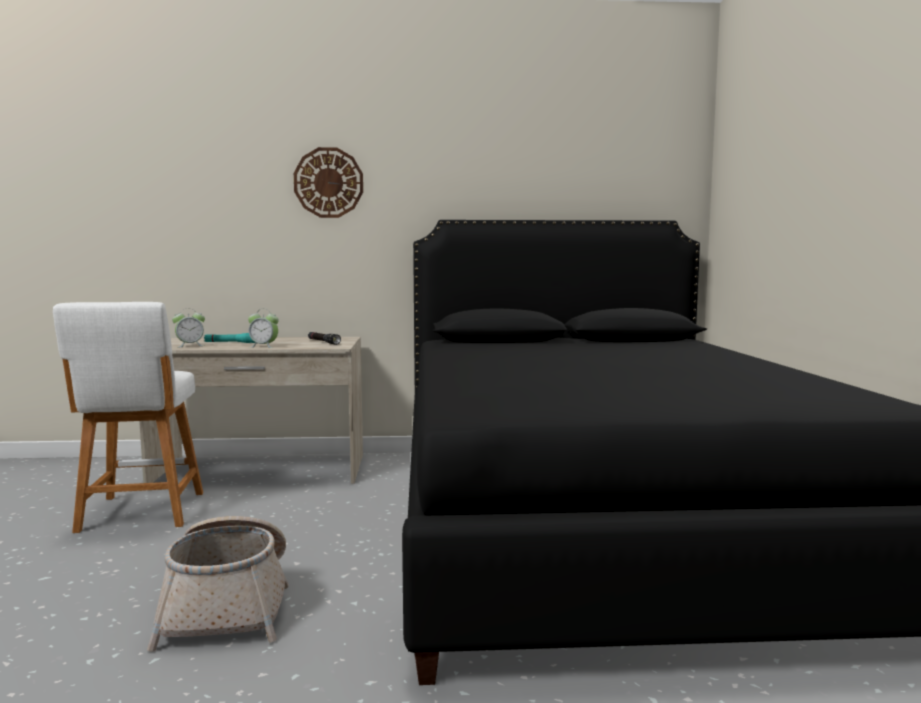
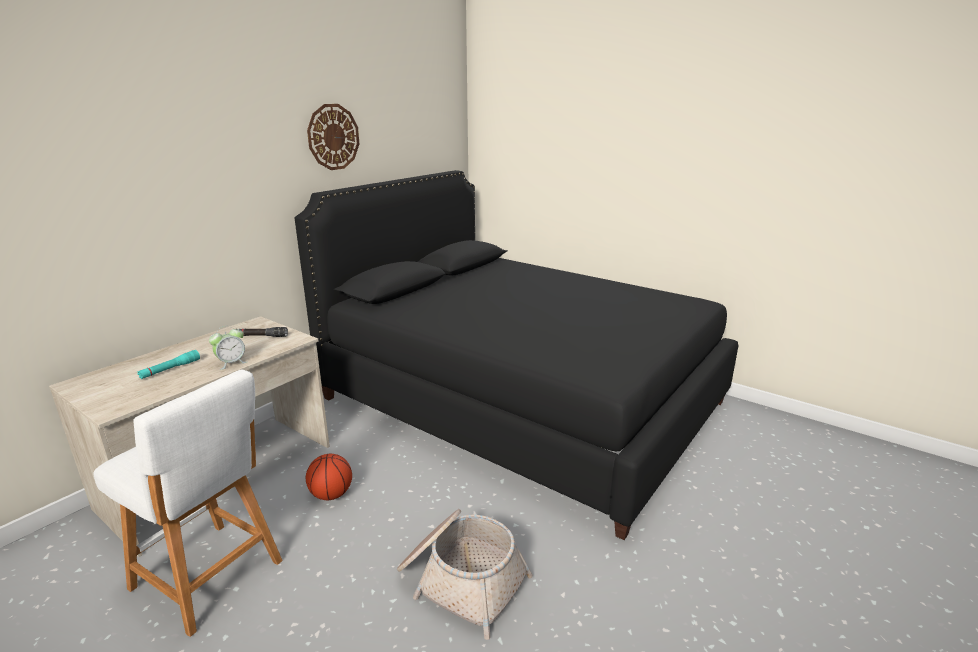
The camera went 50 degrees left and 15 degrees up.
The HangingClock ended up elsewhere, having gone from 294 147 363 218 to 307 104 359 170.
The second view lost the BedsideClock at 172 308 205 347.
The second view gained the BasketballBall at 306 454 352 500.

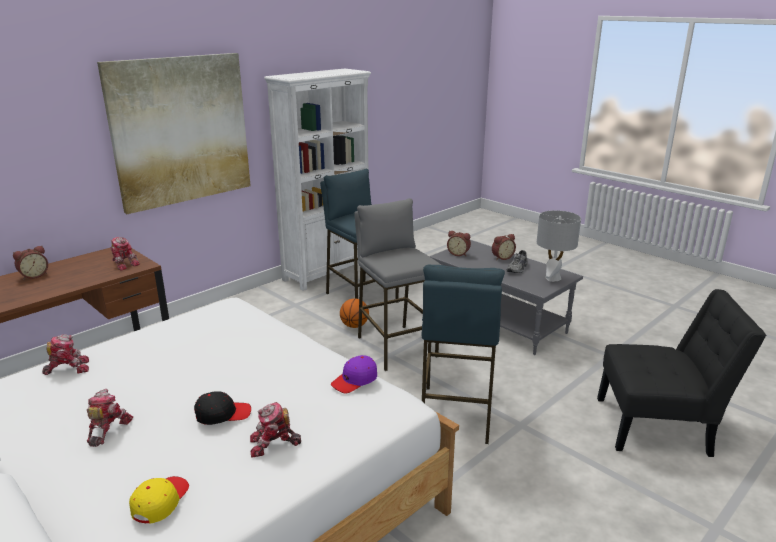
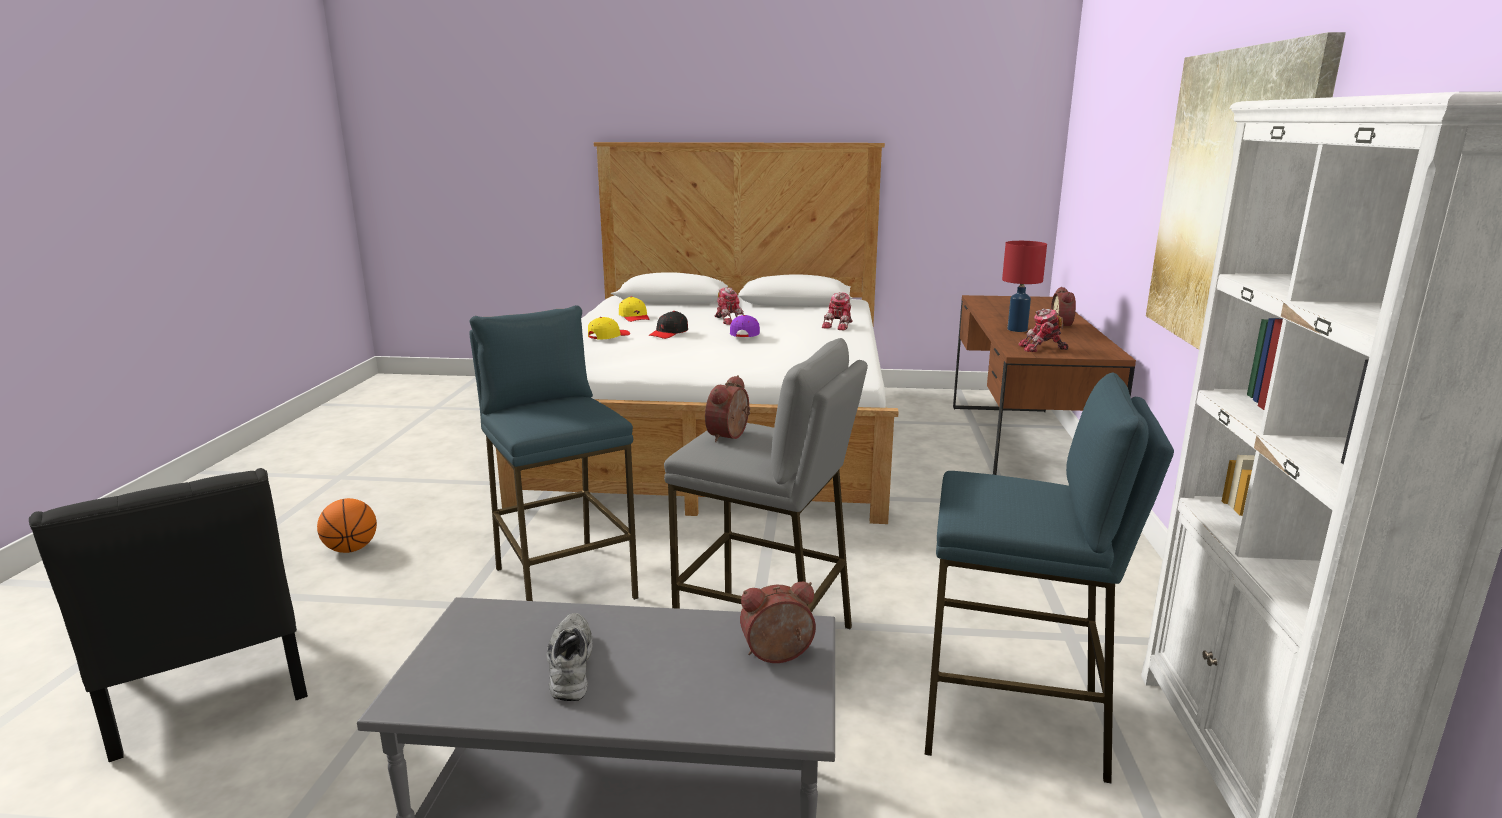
The camera went 140 degrees right and 5 degrees down.
The second view lost the GreyLampForATable at 537 210 581 282.
The BedsideClock ended up elsewhere, having gone from 492 234 516 260 to 705 375 750 442.
The BlackishPlainChair at 597 289 766 457 ended up facing another way, 90 degrees counterclockwise from before.
The BasketballBall ended up elsewhere, having gone from 340 299 369 328 to 317 498 377 553.
The PurpleColouredBaseballCap ended up elsewhere, having gone from 331 355 377 394 to 730 315 760 337.
Where the ToyRobot stood at 250 402 301 457, the YellowishBaseballCap came to stand at 588 317 630 339.
The second view gained the RedColouredLampForATable at 1002 241 1047 332.

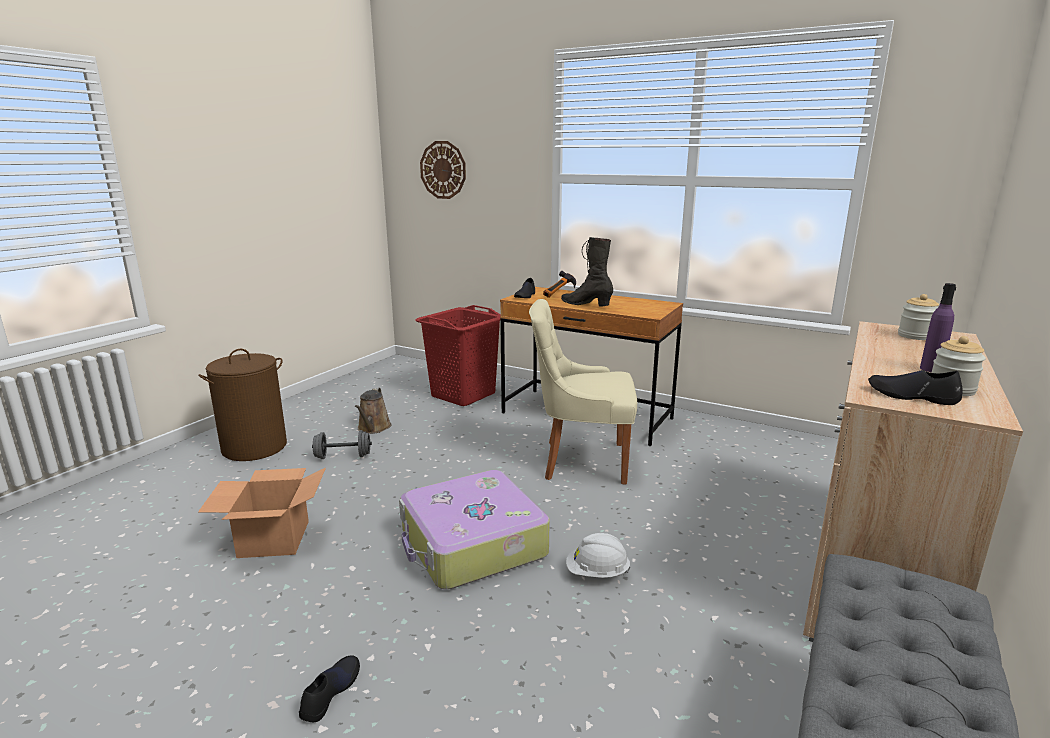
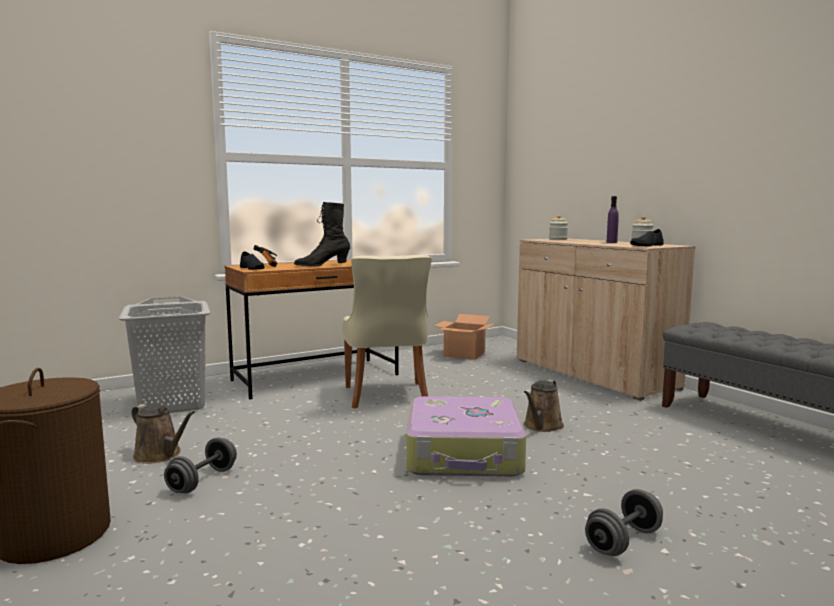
The camera went 60 degrees left and 10 degrees down.
The second view lost the HangingClock at 420 141 466 199.
The SandColouredPlainChair at 529 299 637 484 ended up facing another way, 45 degrees counterclockwise from before.
What was the RedColouredWashingBasket at 416 305 501 406 turned into the GreyWashingBasket at 119 297 210 413.
The Carton ended up elsewhere, having gone from 198 467 326 558 to 434 314 496 360.
Where the WhiteWorkHelmet stood at 566 533 631 578, the BrownishWateringPot came to stand at 524 379 564 432.
Where the BlackishLowShoe stood at 299 655 360 722, the GreyHandWeight came to stand at 585 489 663 556.

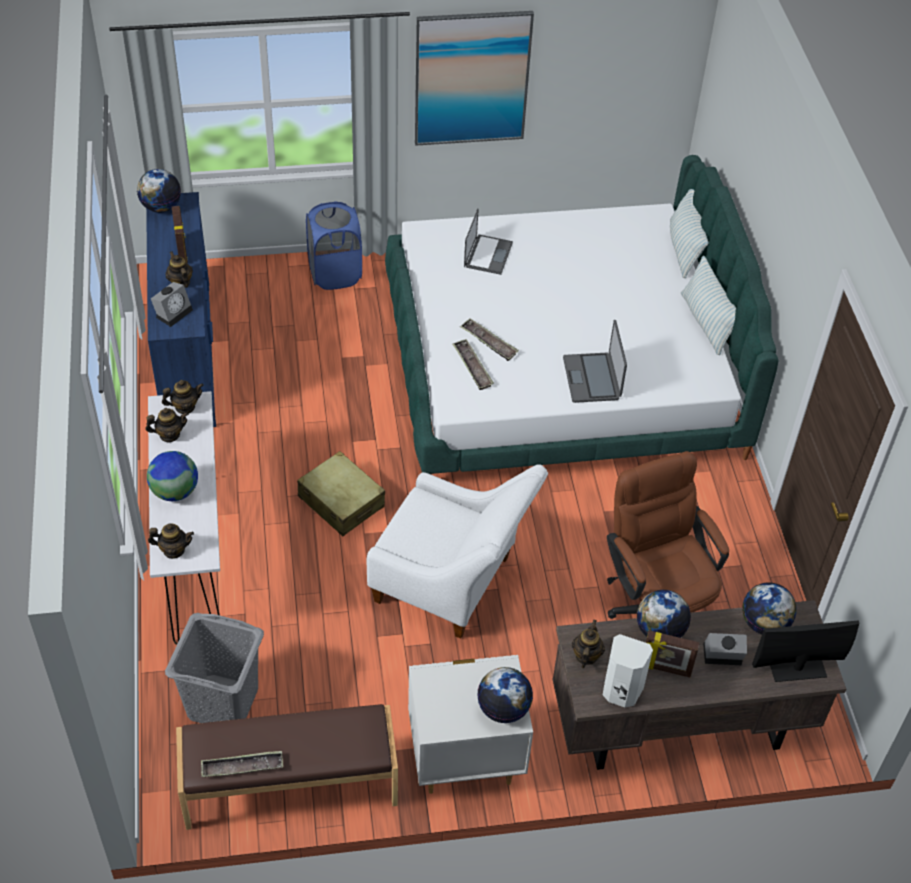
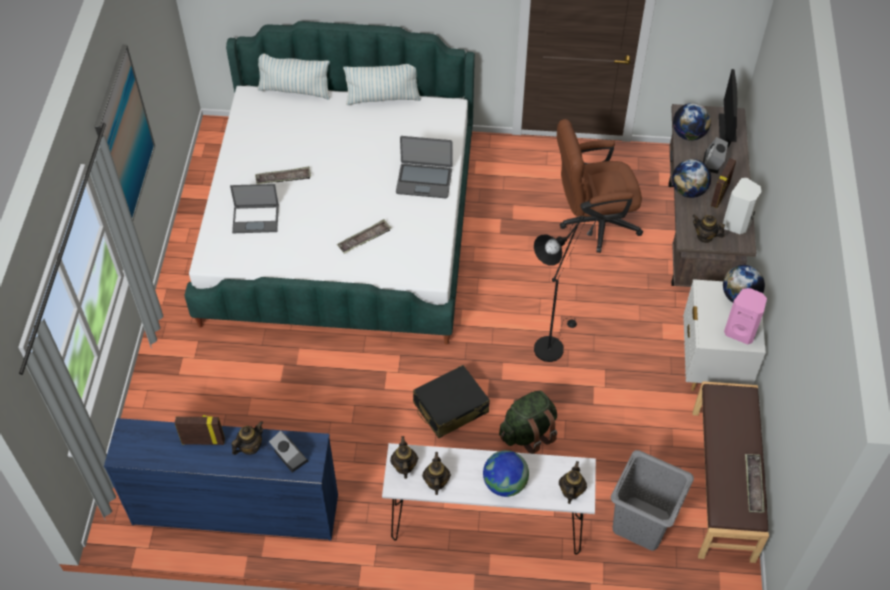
The camera went 75 degrees left and 5 degrees up.
The second view lost the Globe at 137 169 181 213.
The second view lost the BlueColouredWashingBasket at 306 201 362 290.
The NotebookComputer at 464 208 513 275 ended up facing another way, 150 degrees clockwise from before.
The PotForTea at 165 251 193 288 ended up facing another way, 150 degrees clockwise from before.
The CarryingTray ended up elsewhere, having gone from 452 339 494 390 to 255 166 311 184.
What was the SandColouredTravelCase at 297 451 385 536 turned into the BlackishTravelCase at 413 365 490 438.
Where the WhiteLoungeChair stood at 367 464 548 639, the BlackishFloorLamp came to stand at 534 216 584 362.
The second view gained the PinkAudioSpeaker at 724 288 767 345.
The second view gained the GreenBackpack at 499 390 557 454.

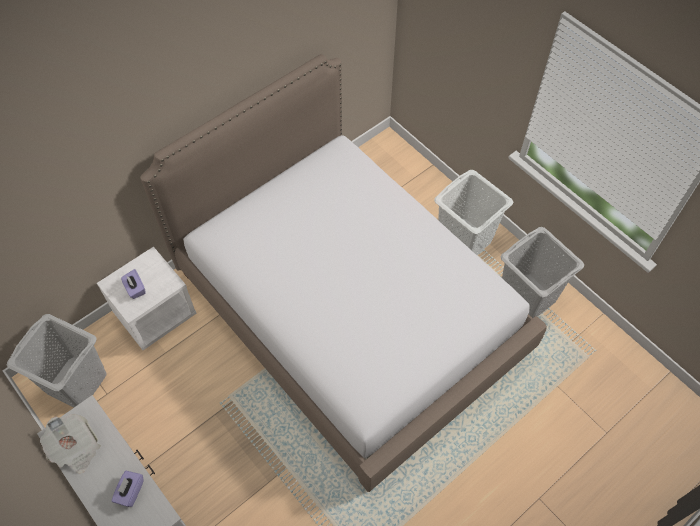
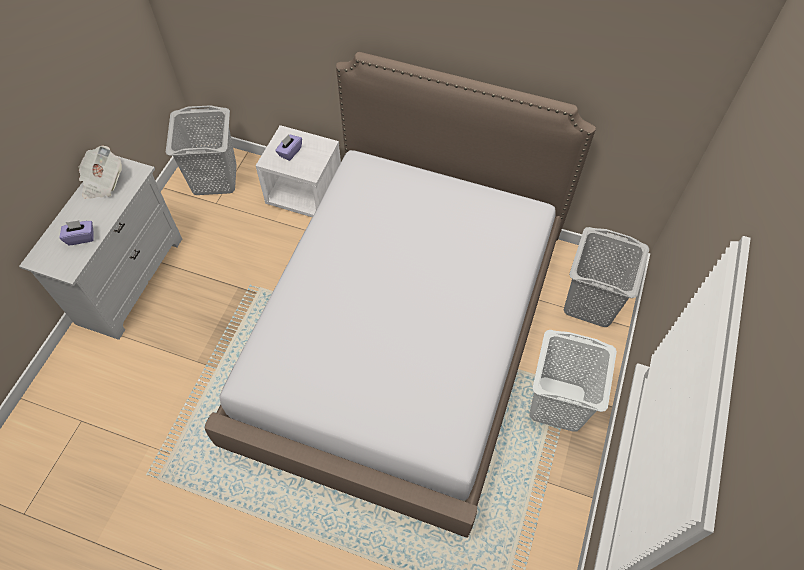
The camera went 60 degrees right and 0 degrees up.
The GreyWashingBasket ended up elsewhere, having gone from 501 227 584 318 to 564 227 649 327.

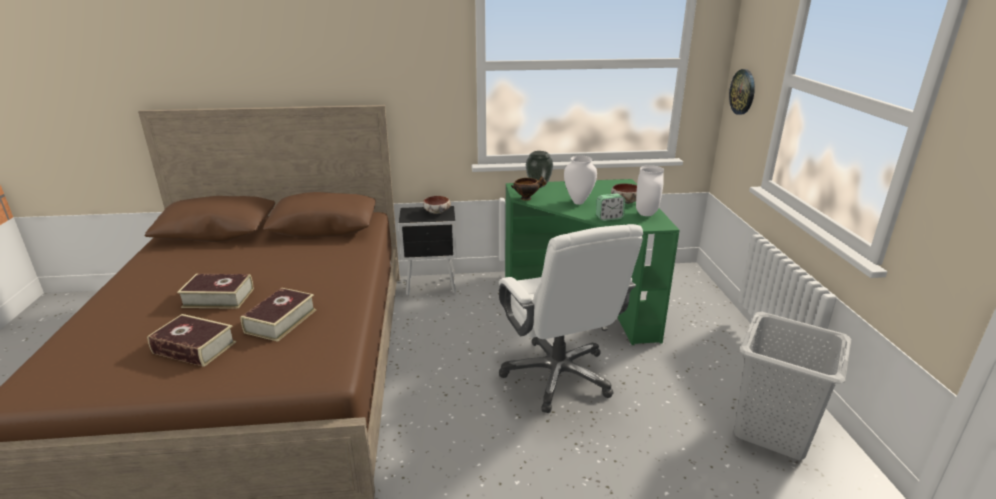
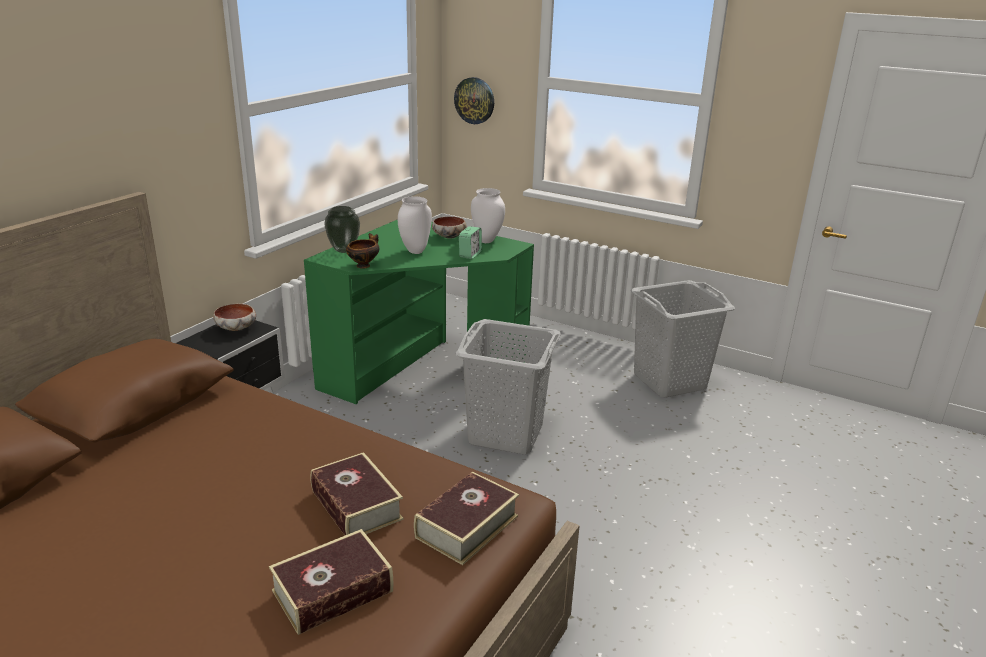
The camera went 55 degrees left and 0 degrees up.
Where the WhiteDeskChair stood at 499 224 643 413, the GreyWashingBasket came to stand at 456 319 561 455.
The BoundBook ended up elsewhere, having gone from 177 274 254 309 to 414 471 519 565.

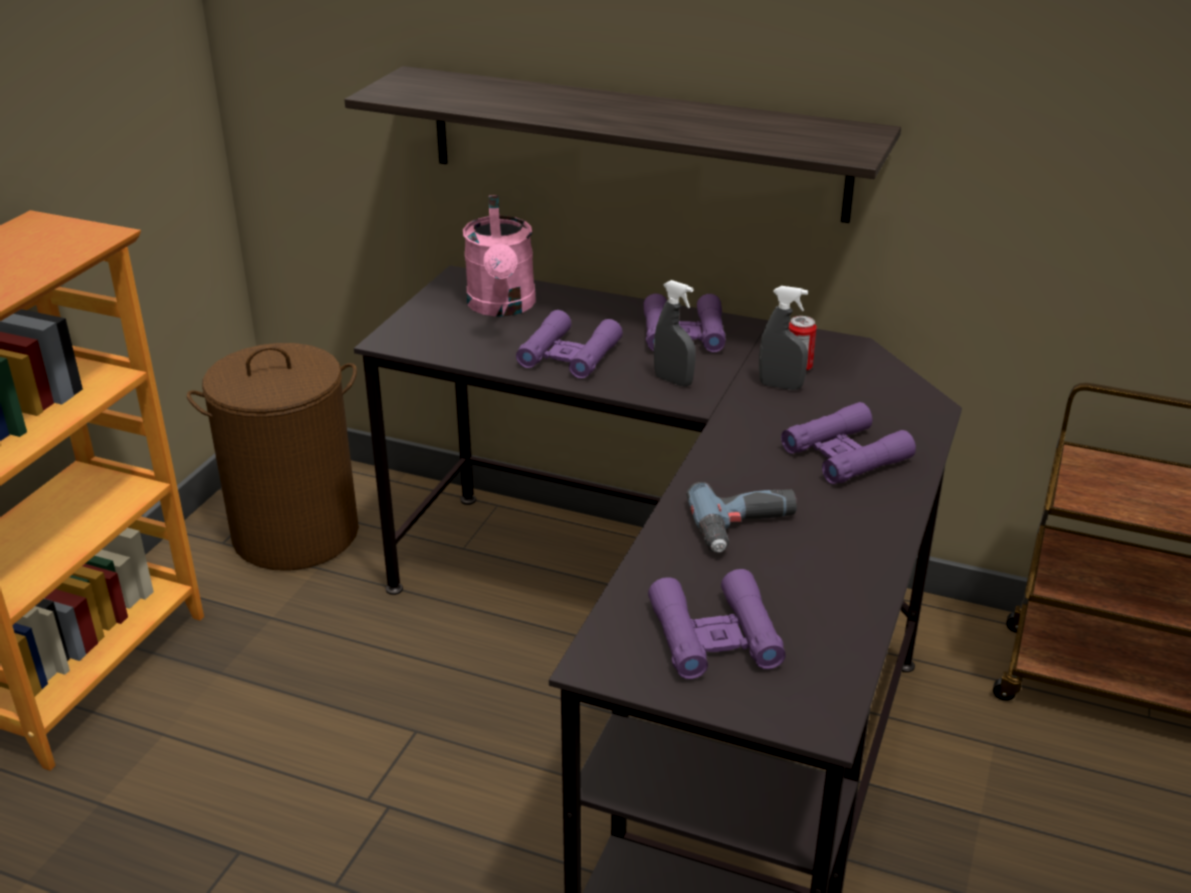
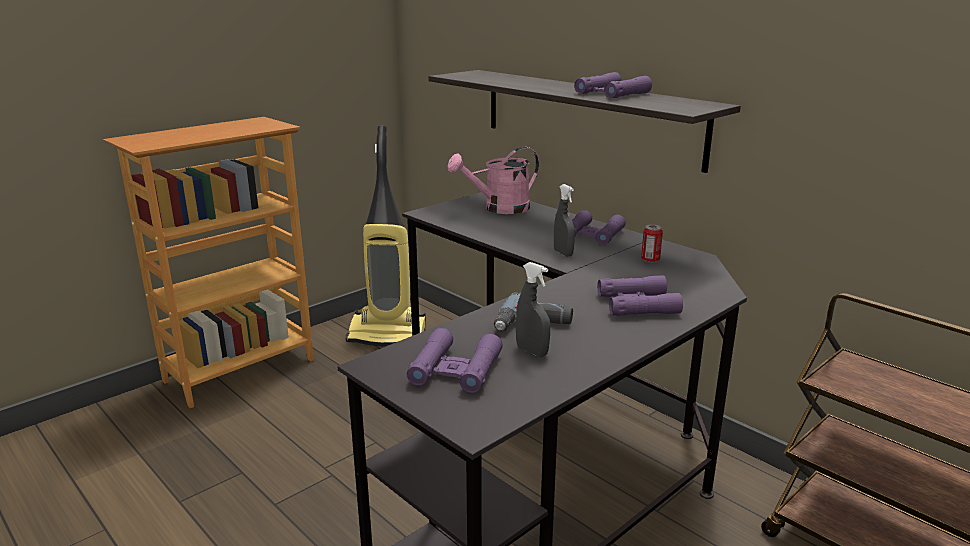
The camera went 25 degrees right and 10 degrees down.
The PinkWateringPot at 463 195 536 317 ended up facing another way, 45 degrees clockwise from before.
The GreySprayer ended up elsewhere, having gone from 759 286 808 390 to 516 262 550 357.
The PurpleColouredBinoculars ended up elsewhere, having gone from 516 310 623 379 to 574 72 652 98.
Where the BrownishWashingBasket stood at 187 343 359 571, the Vacuum came to stand at 345 125 426 347.

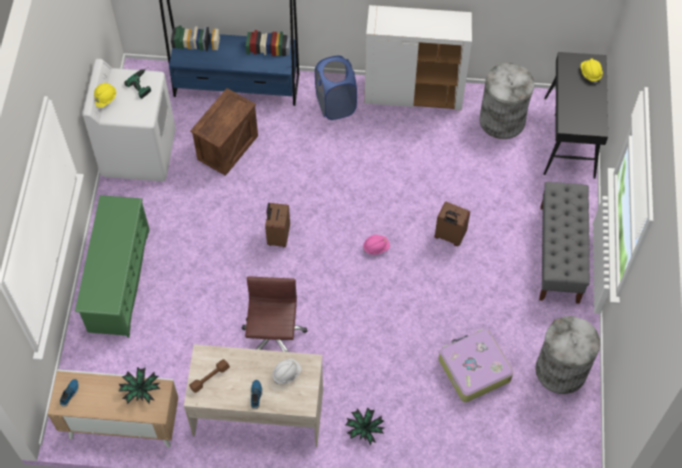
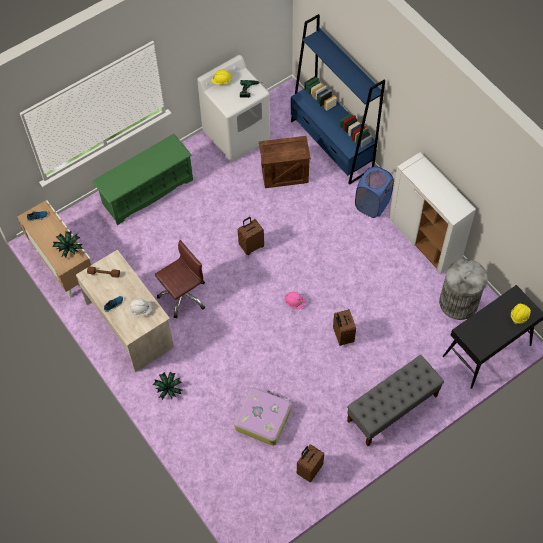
The camera went 50 degrees right and 0 degrees up.
Where the GreyWasteBin stood at 536 316 600 394, the BrownishTravelCase came to stand at 297 444 324 483.

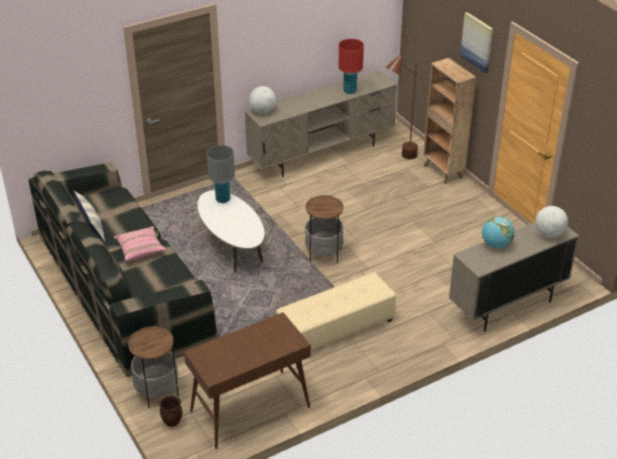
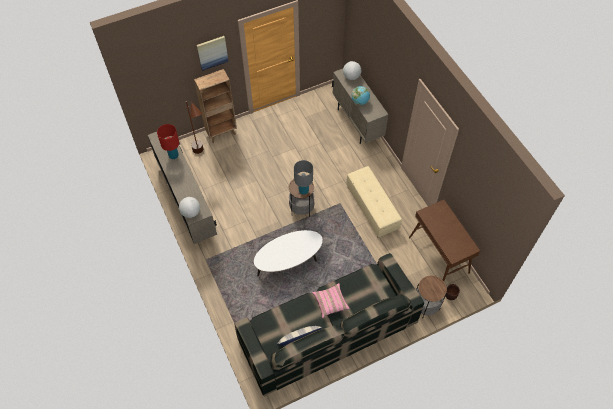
The camera went 85 degrees left and 20 degrees up.
The GreyLampForATable ended up elsewhere, having gone from 206 145 235 203 to 294 160 313 195.

